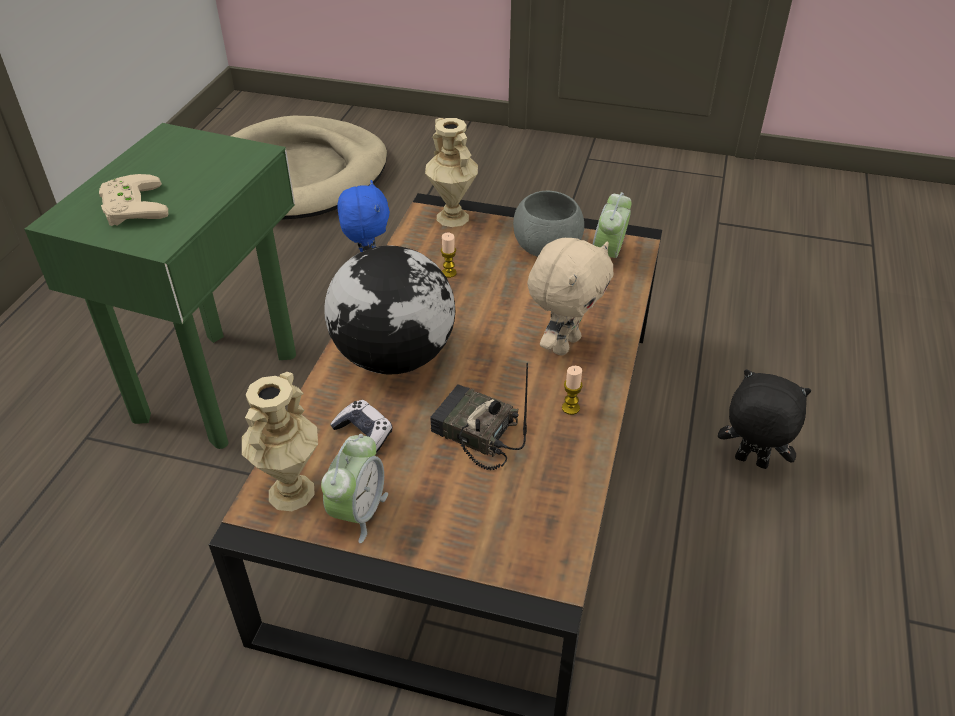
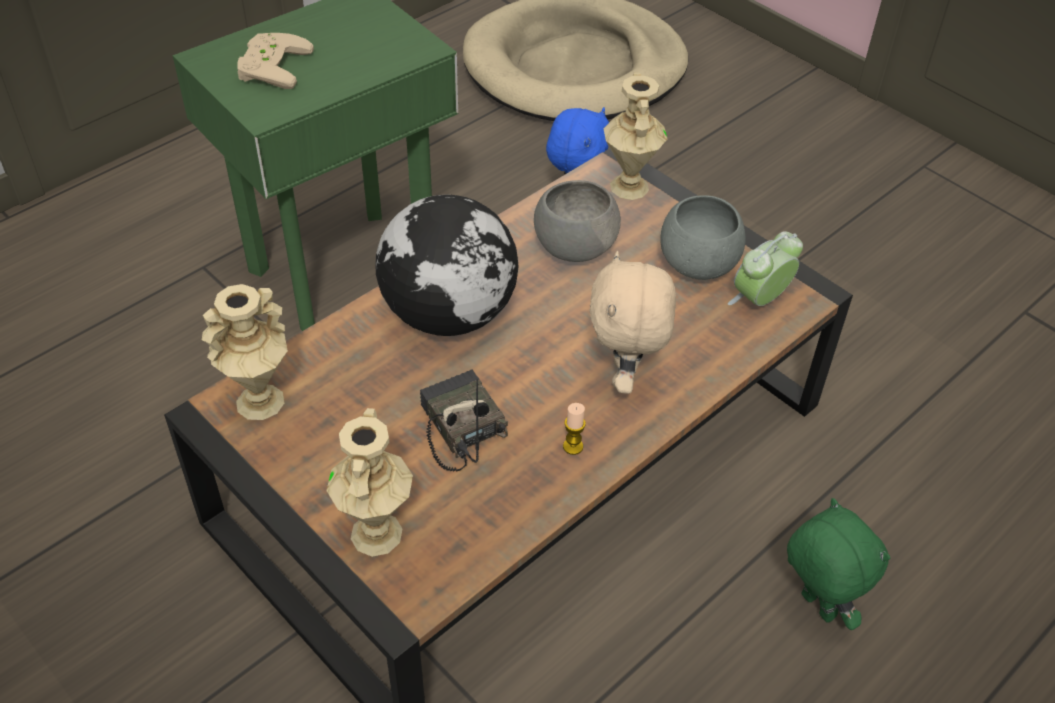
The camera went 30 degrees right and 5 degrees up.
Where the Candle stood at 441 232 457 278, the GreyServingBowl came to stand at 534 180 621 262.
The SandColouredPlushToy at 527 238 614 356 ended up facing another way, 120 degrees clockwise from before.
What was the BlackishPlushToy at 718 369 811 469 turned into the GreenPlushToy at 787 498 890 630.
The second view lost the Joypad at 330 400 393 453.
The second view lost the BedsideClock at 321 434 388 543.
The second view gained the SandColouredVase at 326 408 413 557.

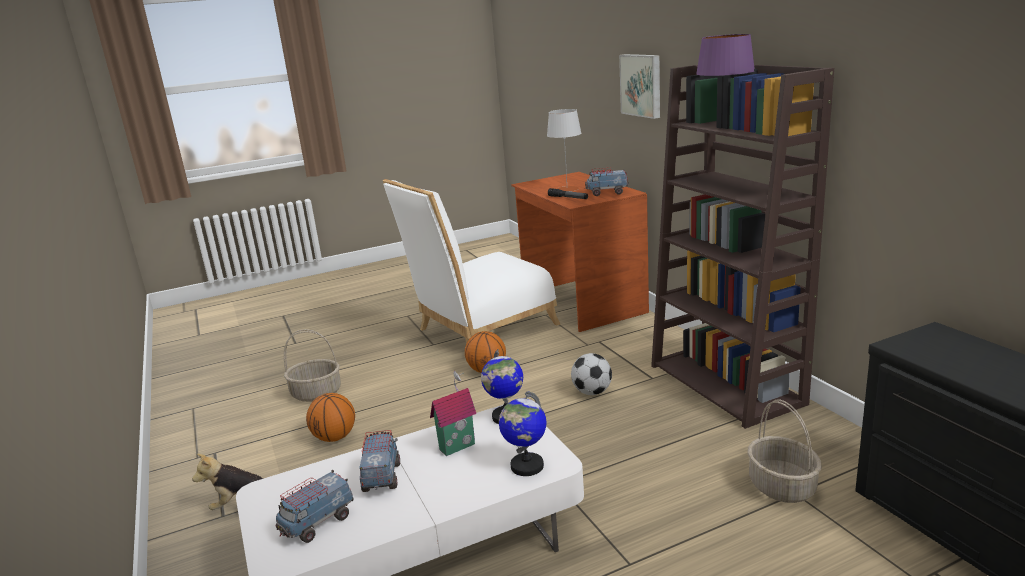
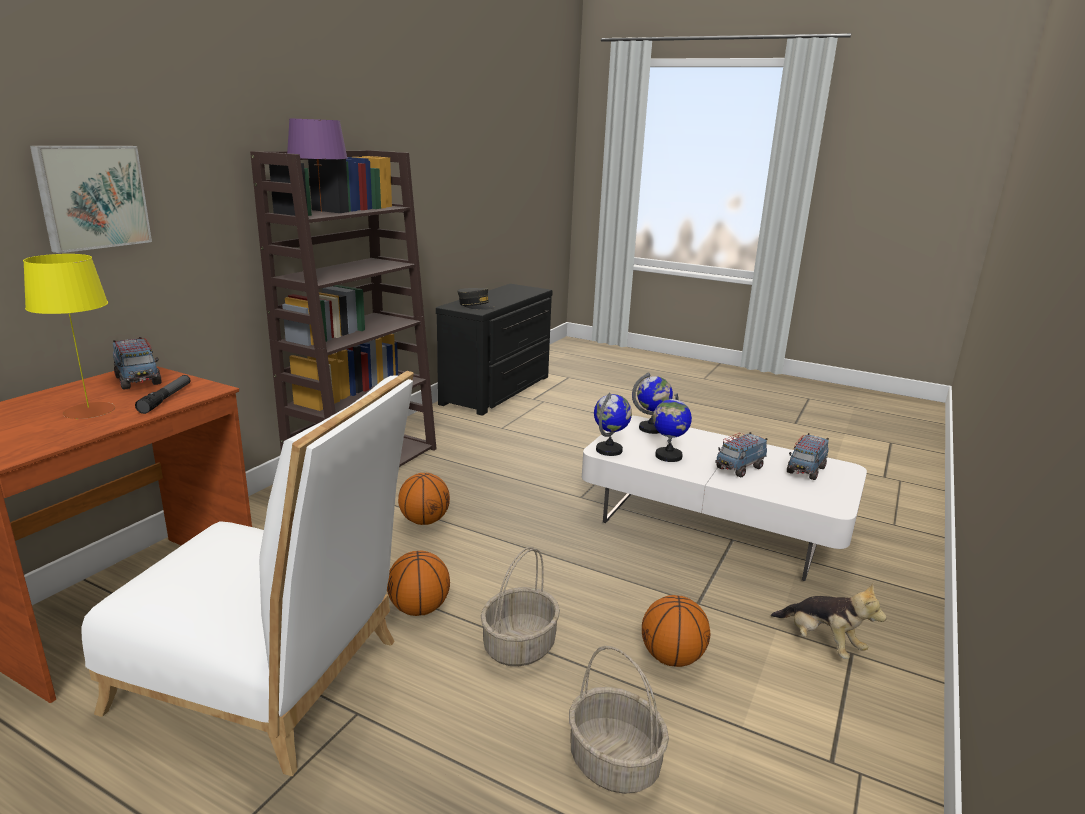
The camera went 130 degrees left and 0 degrees up.
What was the GreyLampForATable at 547 109 581 191 turned into the YellowishLampForATable at 23 254 115 419.
Where the BallForFootball stood at 571 353 612 395, the BasketballBall came to stand at 398 473 450 525.
Where the ModelHouse stood at 430 371 476 456, the Globe came to stand at 653 393 692 462.
The Basket ended up elsewhere, having gone from 747 399 822 503 to 481 547 560 666.
The ToyLorry at 276 470 354 543 ended up facing another way, 120 degrees clockwise from before.
The second view gained the GreyBaseballCap at 458 288 495 310.

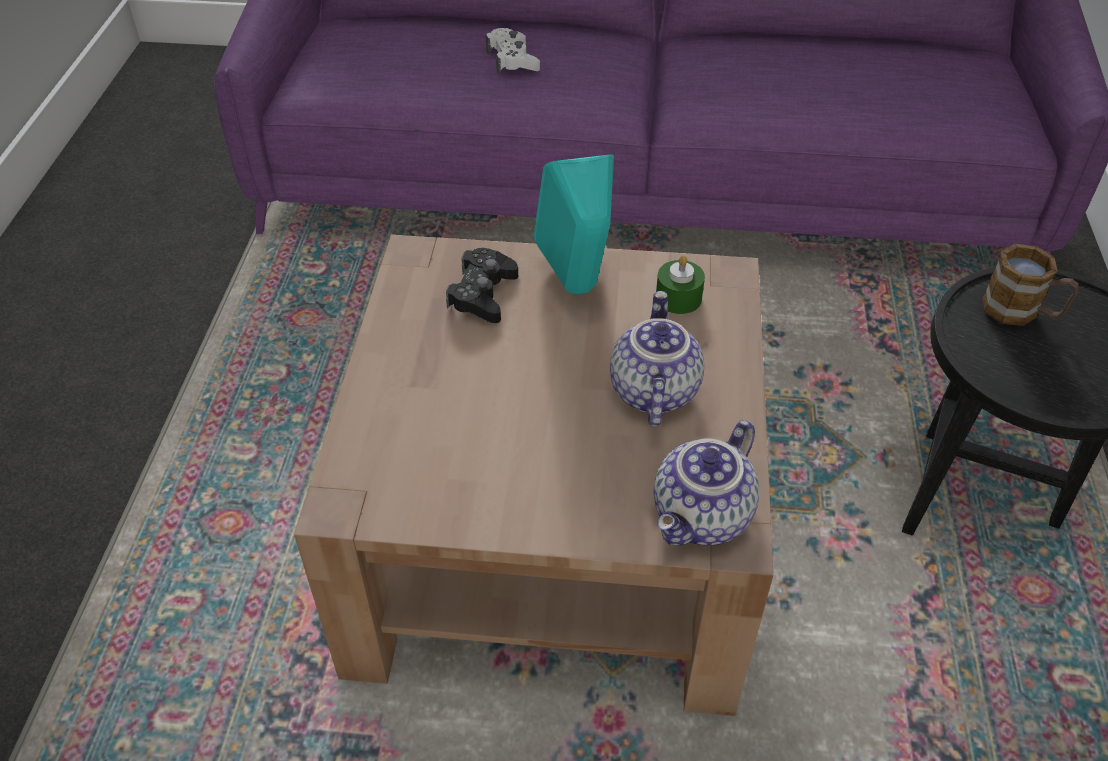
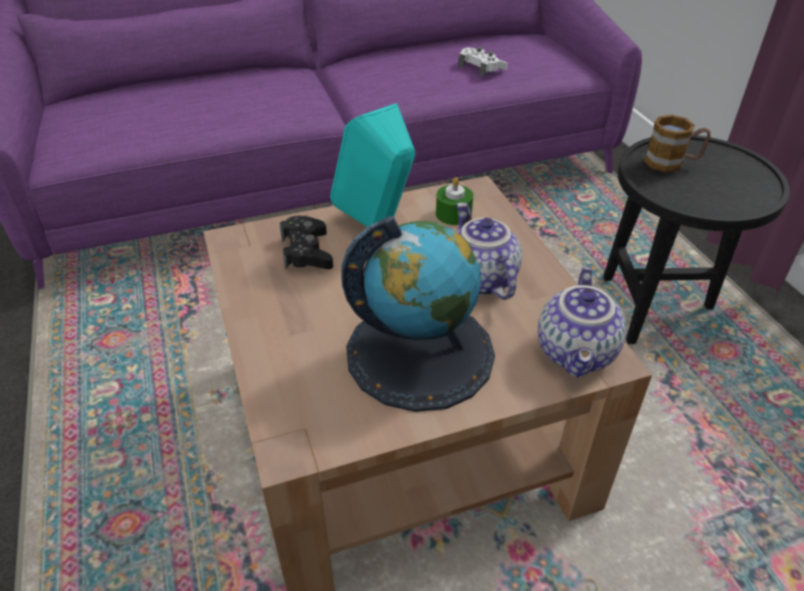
The camera went 25 degrees left and 5 degrees down.
The WhiteJoypad ended up elsewhere, having gone from 486 28 540 74 to 459 47 507 77.
The second view gained the Globe at 342 216 495 412.

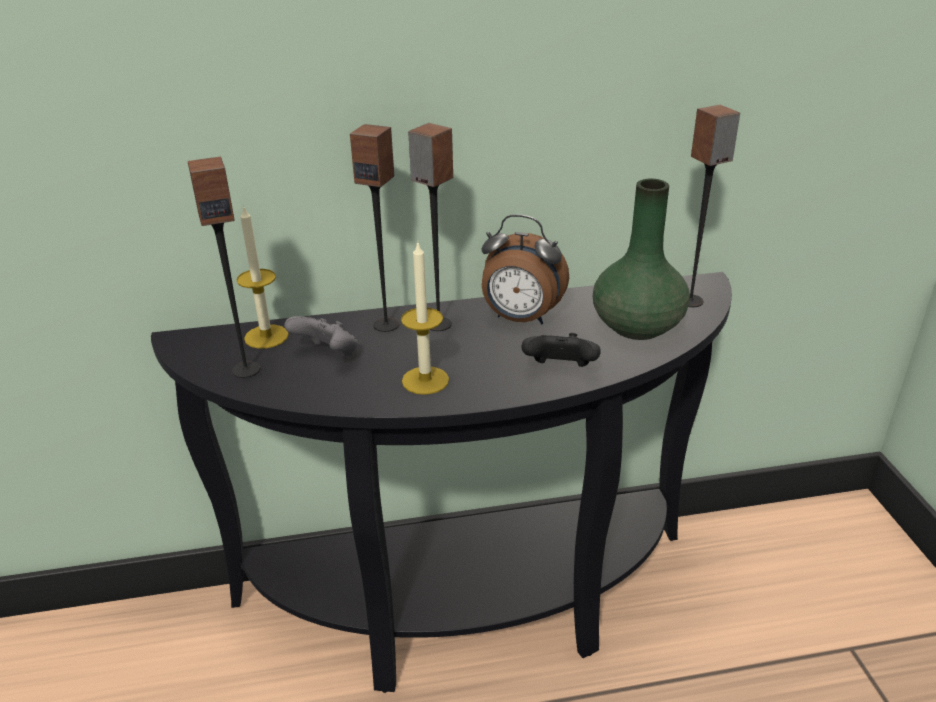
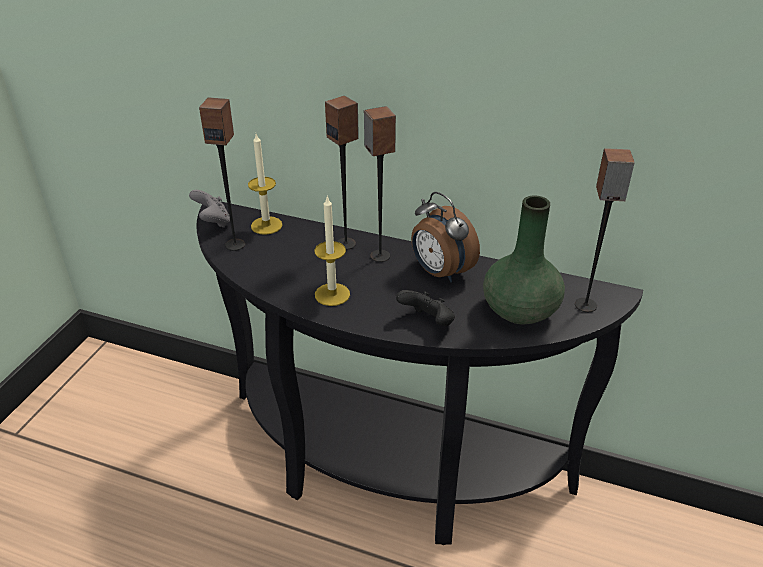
The camera went 30 degrees right and 5 degrees up.
The GreyJoypad ended up elsewhere, having gone from 284 316 358 356 to 189 190 230 228.

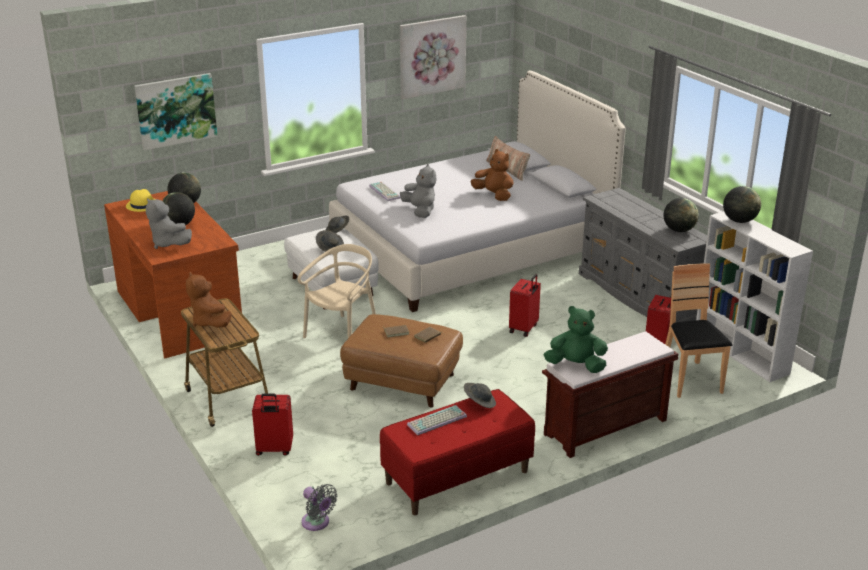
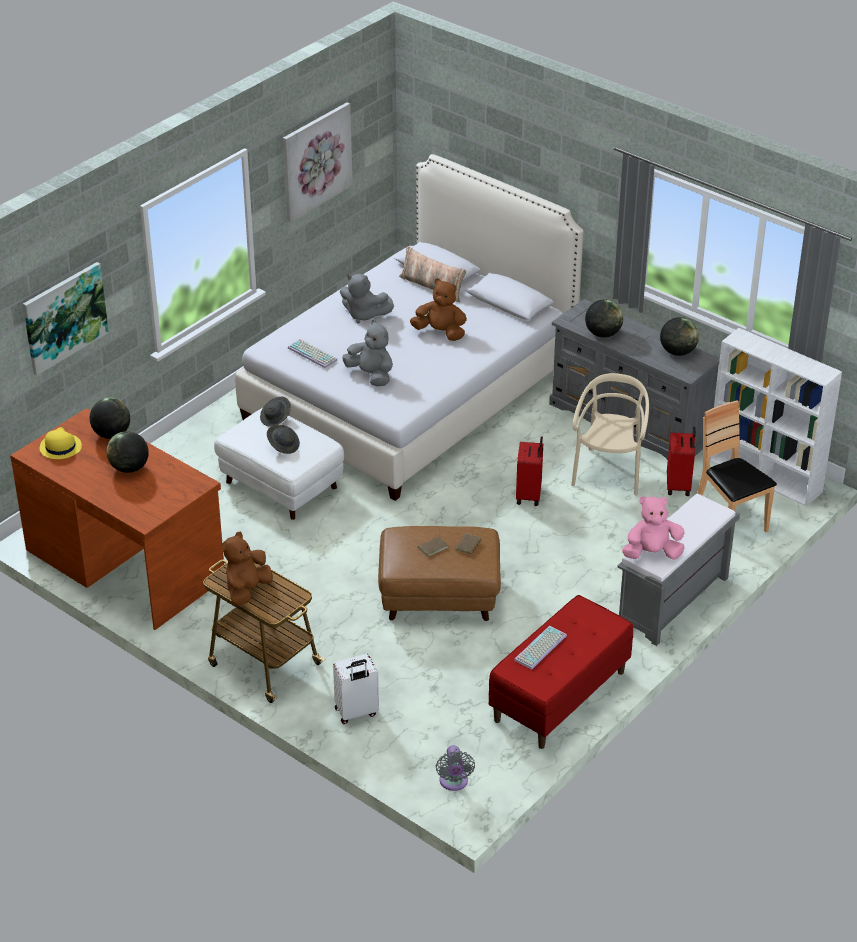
The camera went 20 degrees left and 10 degrees up.
The Globe ended up elsewhere, having gone from 723 186 761 223 to 585 299 623 338.
The GreyPlushToy ended up elsewhere, having gone from 146 198 192 249 to 340 274 394 323.
The SandColouredPlainChair ended up elsewhere, having gone from 298 244 376 338 to 571 373 649 496.
The BrownishPlushToy at 186 272 232 328 ended up facing another way, 75 degrees clockwise from before.
What was the GreenPlushToy at 544 306 608 373 turned into the PinkPlushToy at 622 496 685 560.
What was the BrownishIndoorBench at 542 331 678 458 turned into the GreyIndoorBench at 617 494 740 646.
The second view lost the GreyClothingHat at 464 383 496 408.
What was the RedColouredTravelCase at 252 394 293 456 turned into the WhiteTravelCase at 333 654 379 724.
The GreyElectricFan at 301 484 338 531 ended up facing another way, 60 degrees clockwise from before.

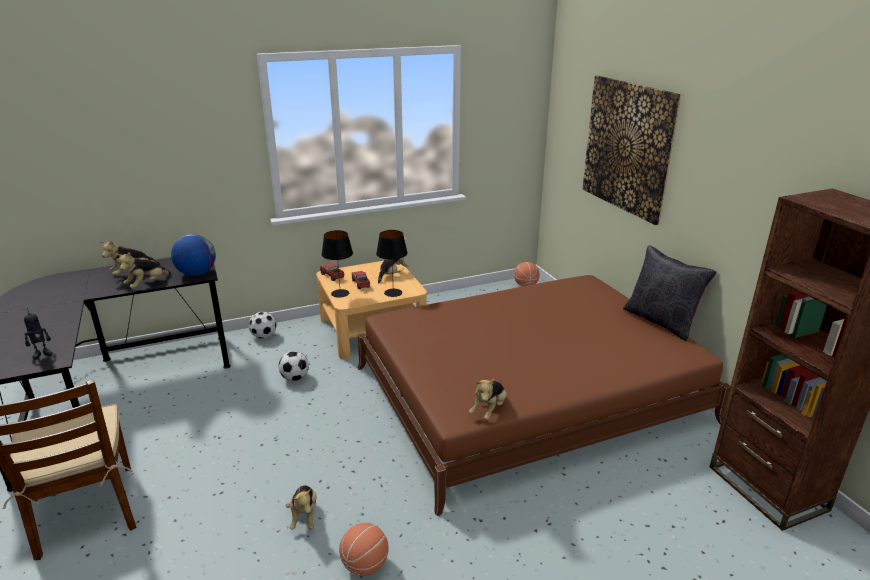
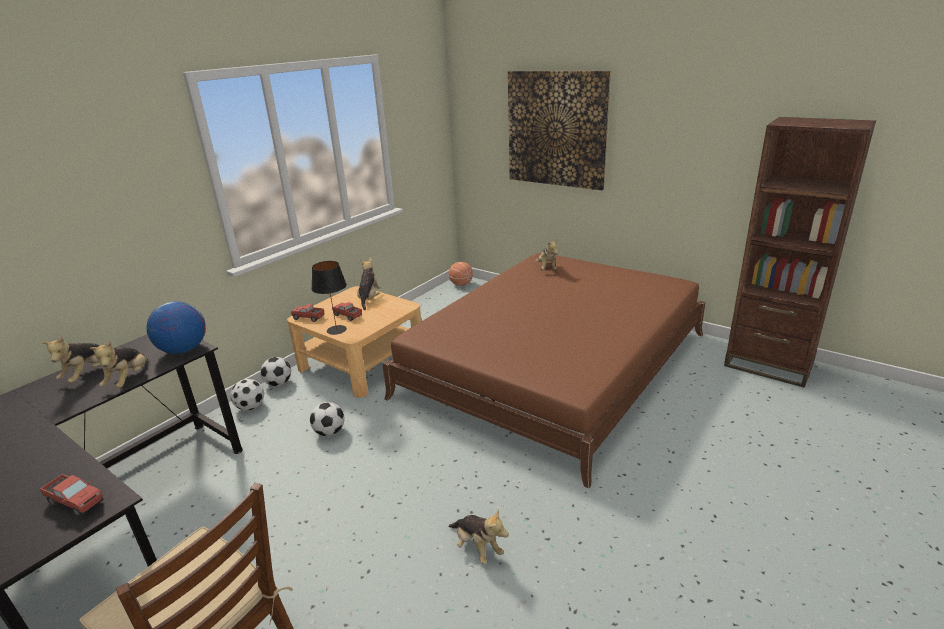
The camera went 30 degrees left and 0 degrees up.
The second view lost the BlackishLampForATable at 376 230 408 297.
The second view lost the BlackishPillow at 623 245 716 341.
Where the ToyRobot stood at 24 308 53 360, the ToyLorry came to stand at 40 474 103 517.
The PlushToy ended up elsewhere, having gone from 469 379 507 420 to 535 240 558 270.
The second view lost the BasketballBall at 339 523 389 576.
The second view gained the BallForFootball at 260 357 291 386.

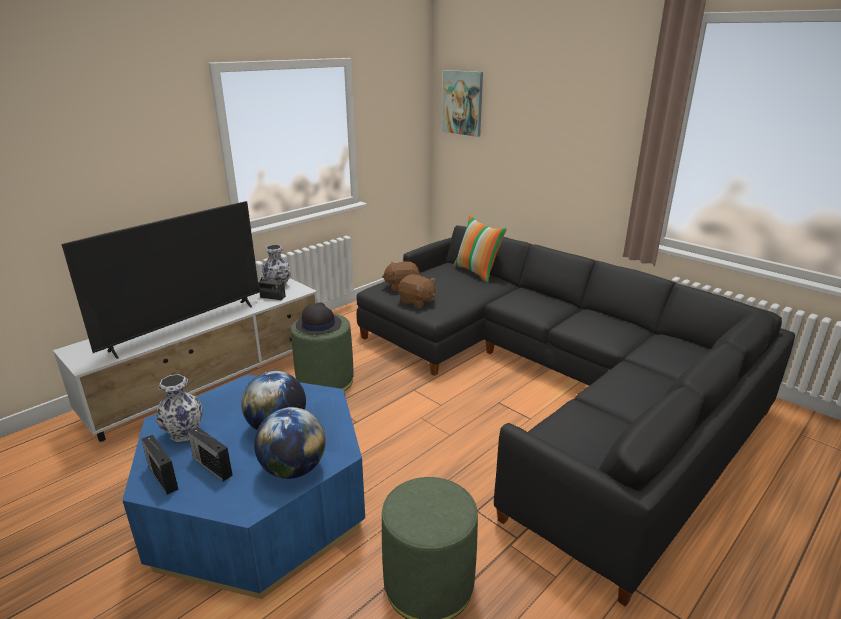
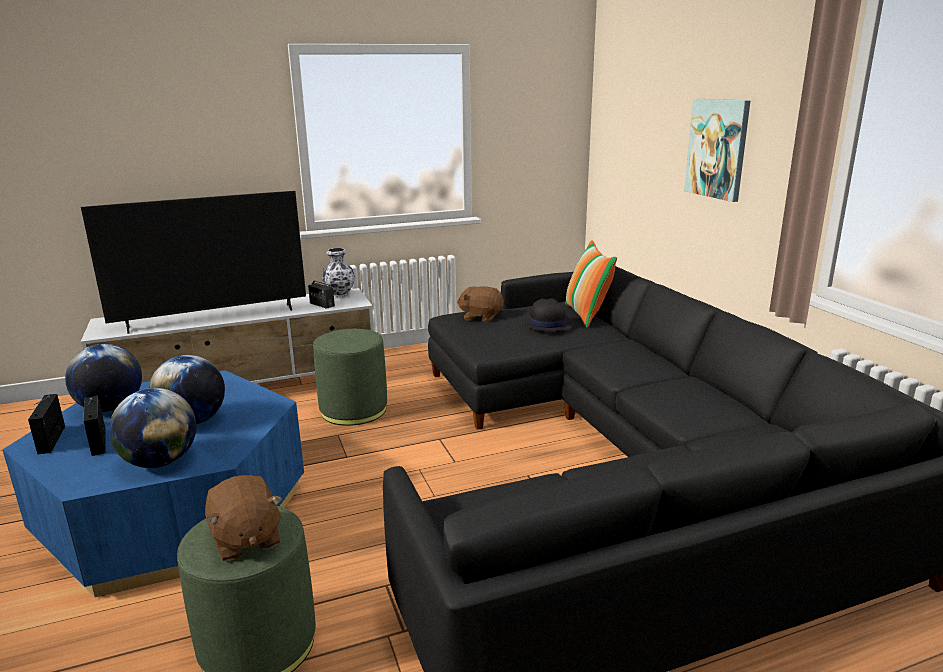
The camera went 25 degrees right and 5 degrees down.
The Picture ended up elsewhere, having gone from 442 70 483 137 to 684 99 750 202.
The BrownishPlushToy ended up elsewhere, having gone from 398 274 435 308 to 205 475 283 561.
The BlackishClothingHat ended up elsewhere, having gone from 296 302 342 334 to 522 298 574 331.
Where the Vase stood at 156 374 203 442, the Globe came to stand at 65 344 142 412.

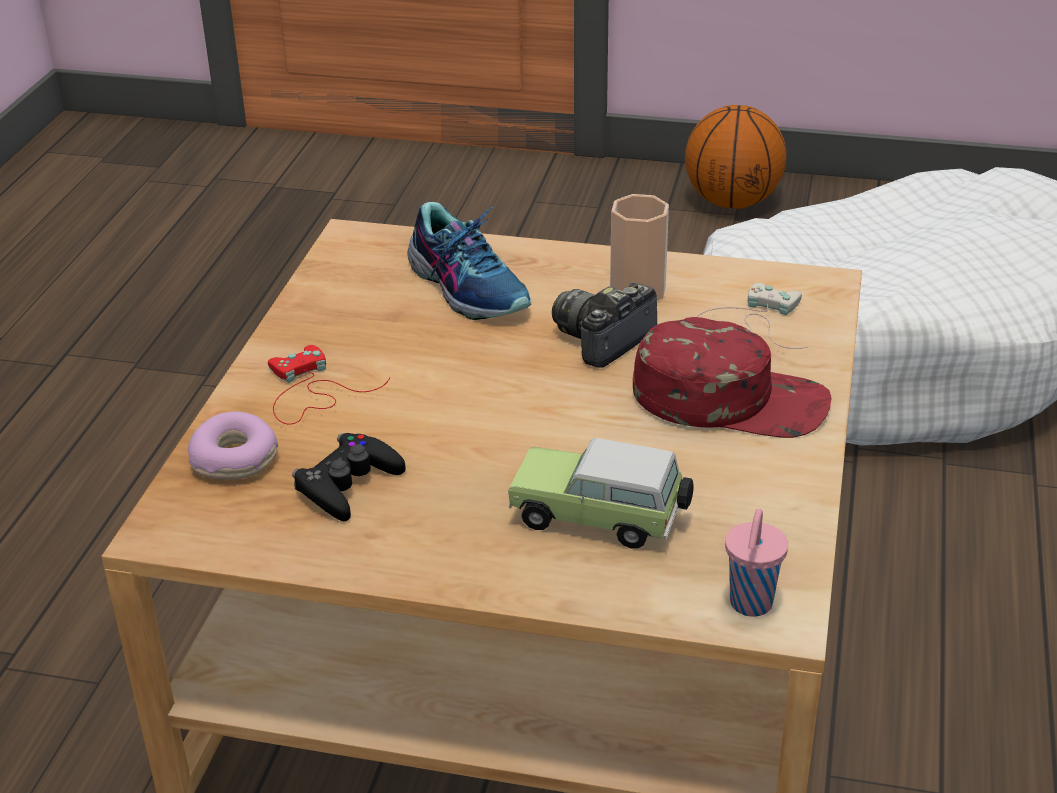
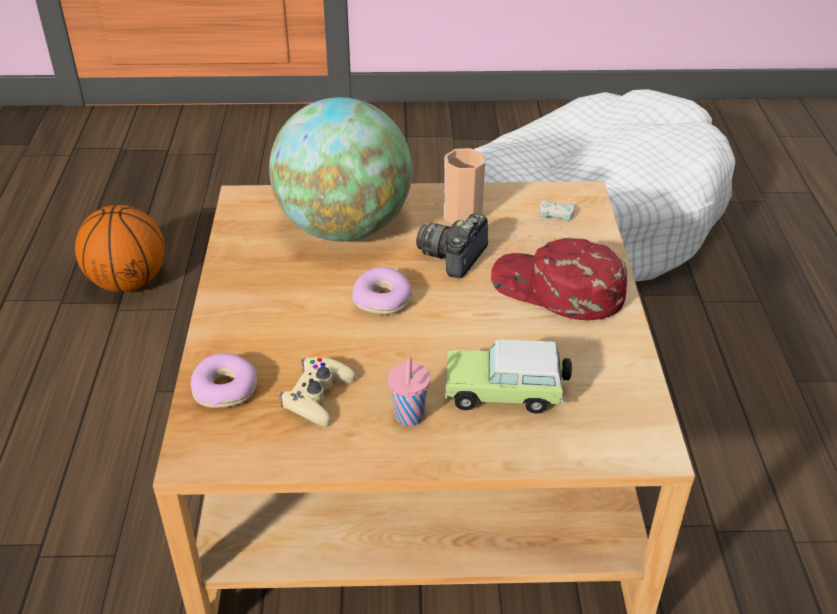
The camera went 15 degrees left and 5 degrees up.
The BasketballBall ended up elsewhere, having gone from 685 105 786 209 to 75 205 165 292.
Where the LowShoe stood at 407 202 531 320, the Globe came to stand at 269 97 412 241.
The RedColouredBaseballCap at 633 317 832 438 ended up facing another way, 150 degrees counterclockwise from before.
The second view lost the RedColouredJoypad at 268 345 390 424.
What was the BlackishJoypad at 292 433 405 521 turned into the SandColouredJoypad at 280 357 356 426.
The PinkCup ended up elsewhere, having gone from 725 509 788 617 to 388 356 431 426.
The second view gained the RingDoughnut at 352 267 412 315.

